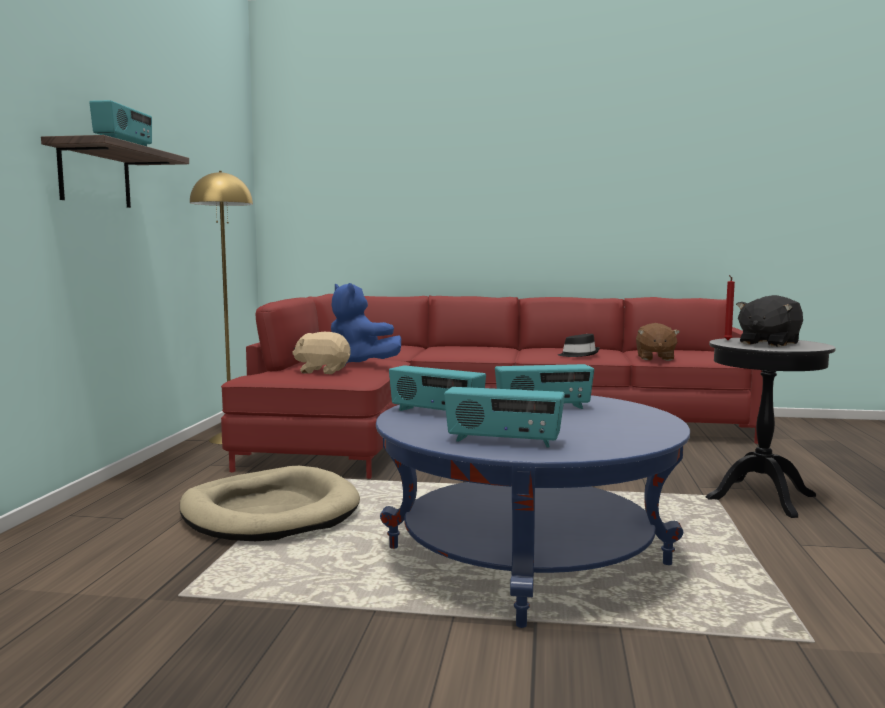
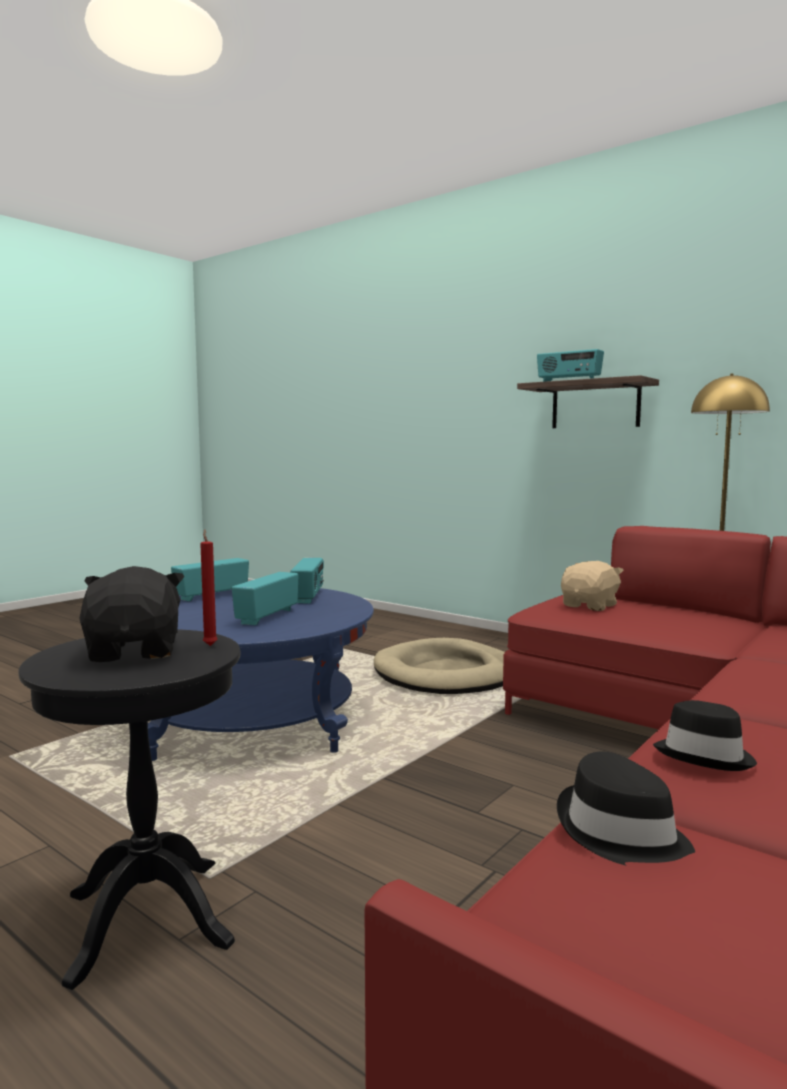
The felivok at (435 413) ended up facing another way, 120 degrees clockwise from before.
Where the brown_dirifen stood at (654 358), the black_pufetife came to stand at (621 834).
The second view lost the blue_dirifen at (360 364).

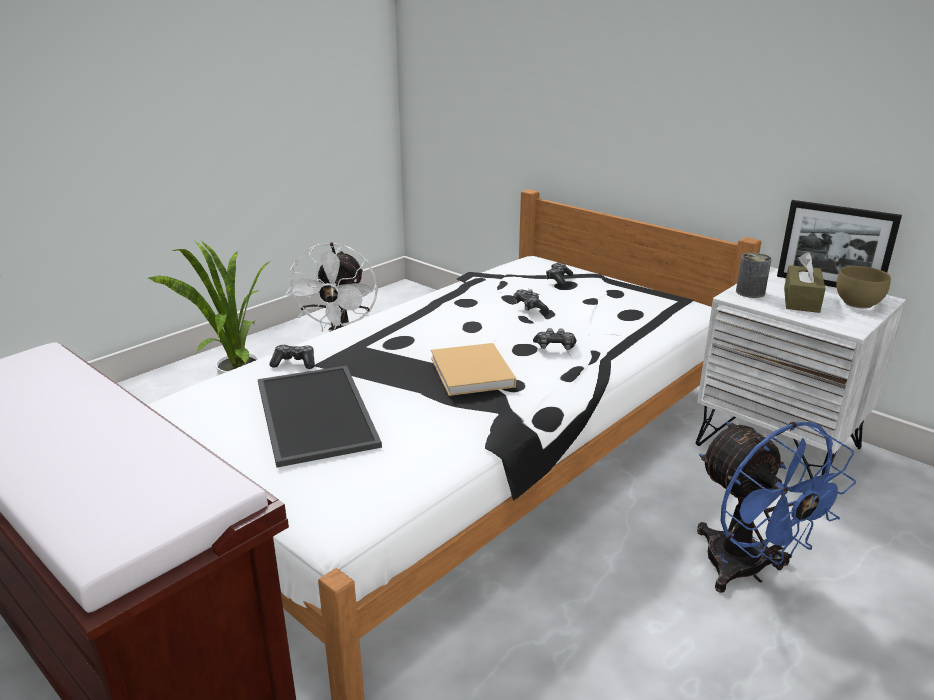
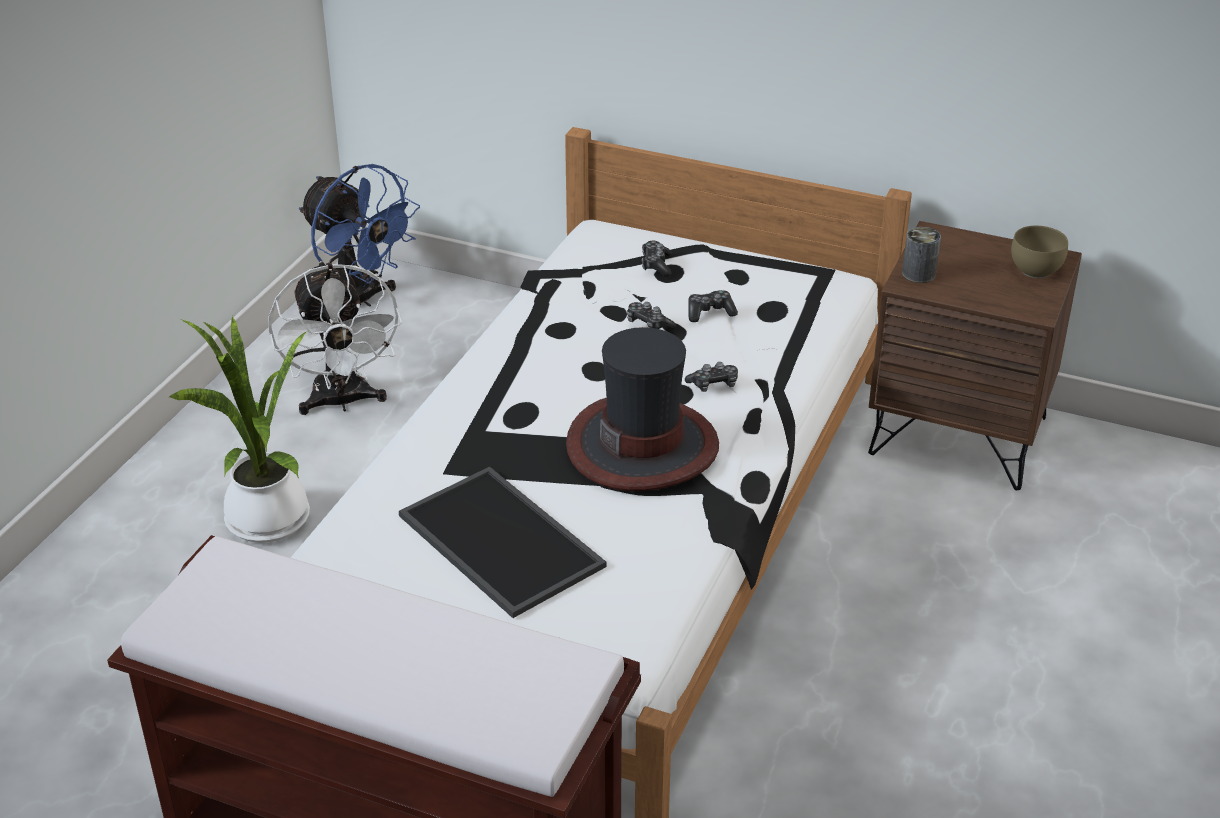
The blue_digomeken ended up elsewhere, having gone from (747 571) to (360 301).
Where the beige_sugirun stood at (472 373), the pufetife came to stand at (643 445).
The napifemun ended up elsewhere, having gone from (294 363) to (710 312).
What was the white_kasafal at (778 446) turned into the brown_kasafal at (959 435).
The second view lost the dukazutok at (827 285).
The second view lost the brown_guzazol at (801 300).

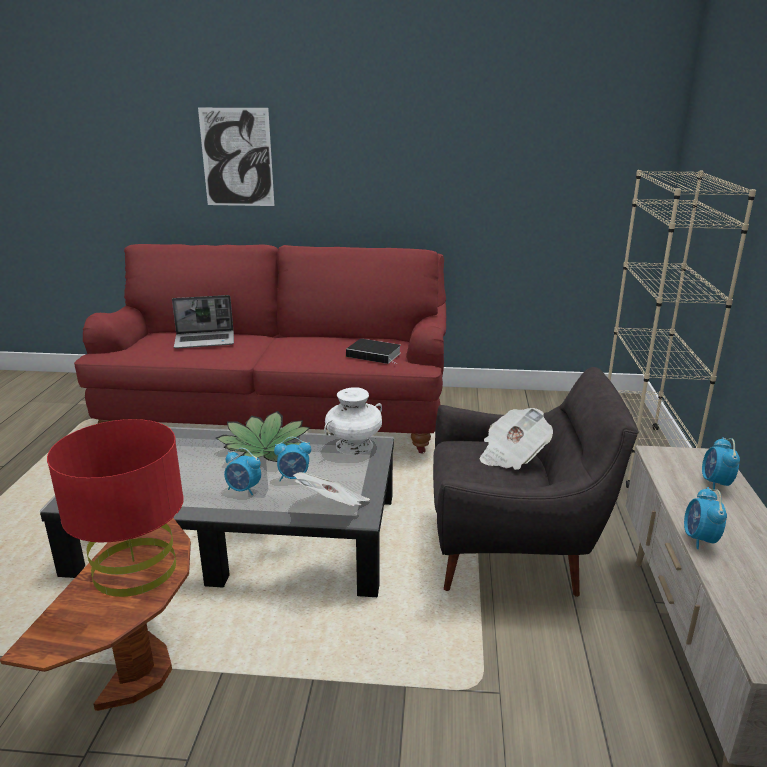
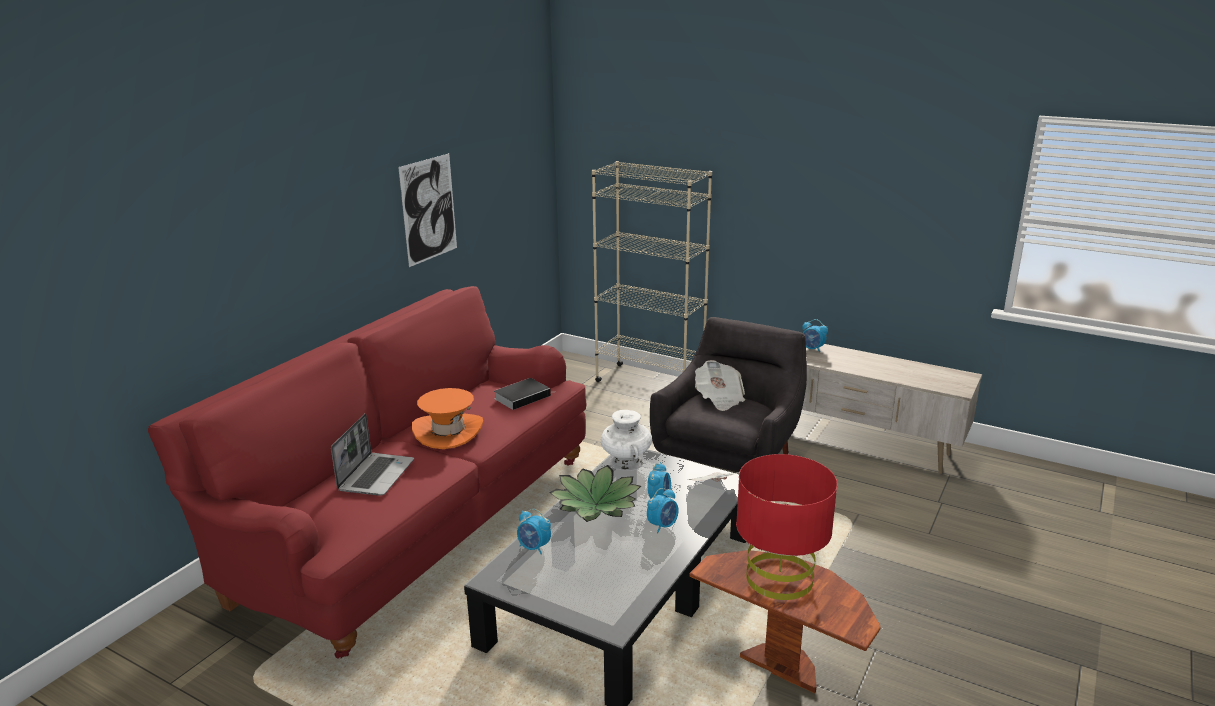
The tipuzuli ended up elsewhere, having gone from (237 157) to (429 209).
The second view gained the orange_pufetife at (448 431).
The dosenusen ended up elsewhere, having gone from (699 539) to (534 548).

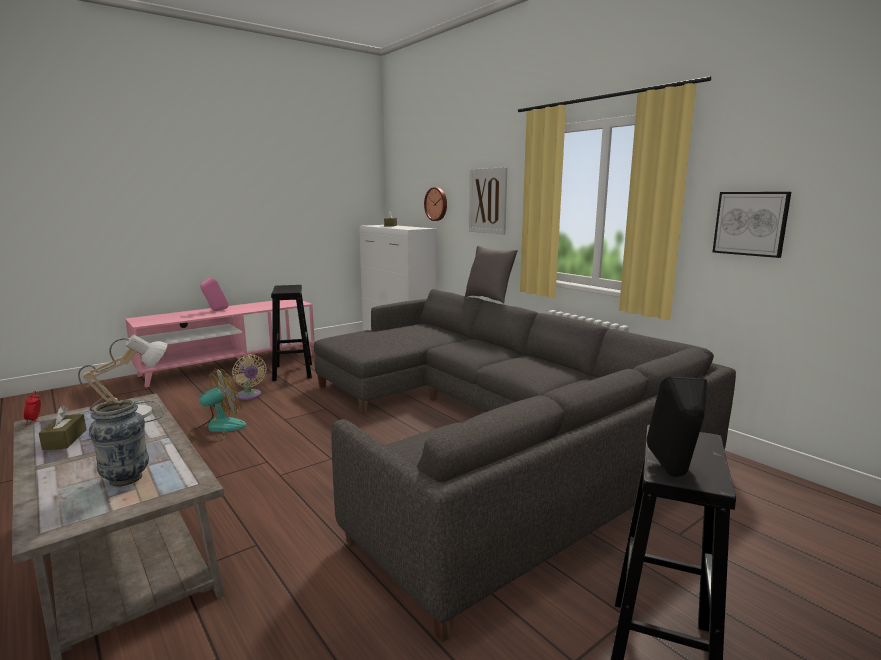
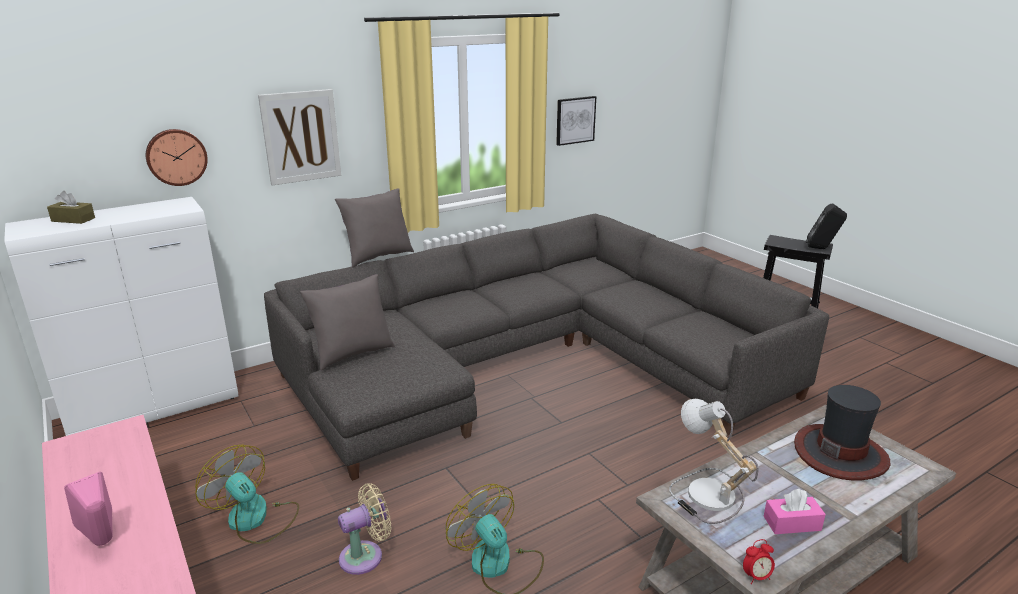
Where the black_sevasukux stood at (293 371), the digomeken came to stand at (255 520).
The second view gained the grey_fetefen at (352 354).
What was the brown_guzazol at (65 439) turned into the pink_guzazol at (792 523).
Where the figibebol stood at (126 479), the pufetife came to stand at (840 453).

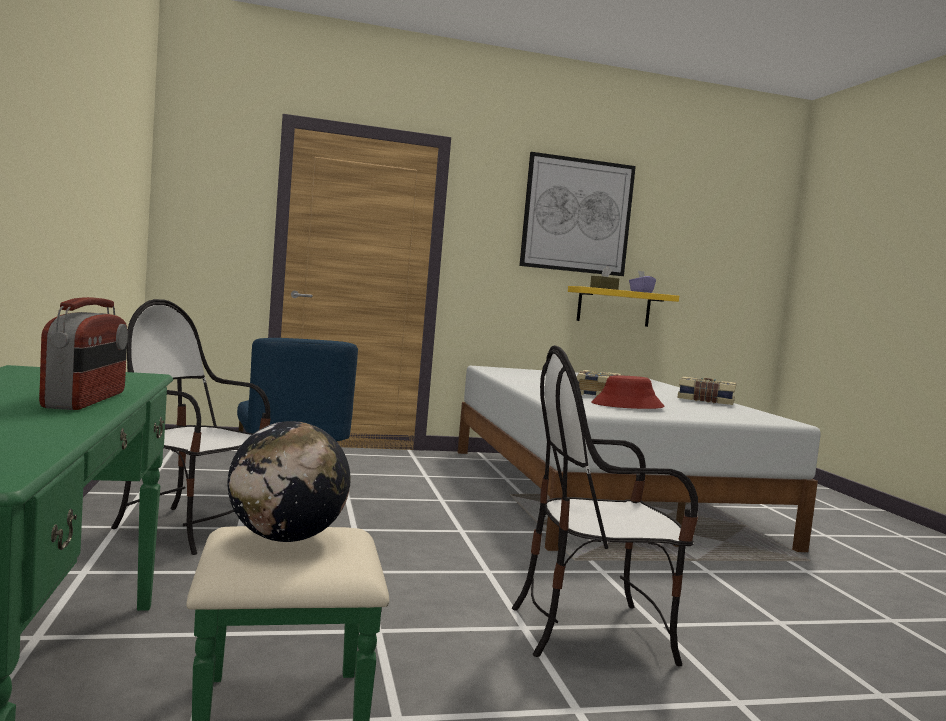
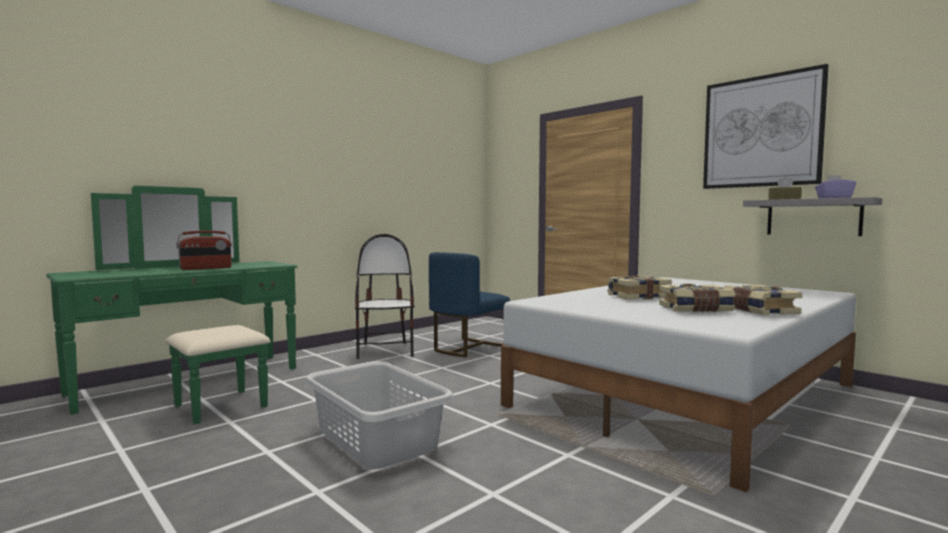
Where the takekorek stood at (593 632), the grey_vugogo came to stand at (377 438).
The second view gained the sugirun at (696 309).
What was the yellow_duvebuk at (614 307) turned into the grey_duvebuk at (813 217).
The second view lost the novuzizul at (285 538).
The second view lost the red_pufetife at (627 406).

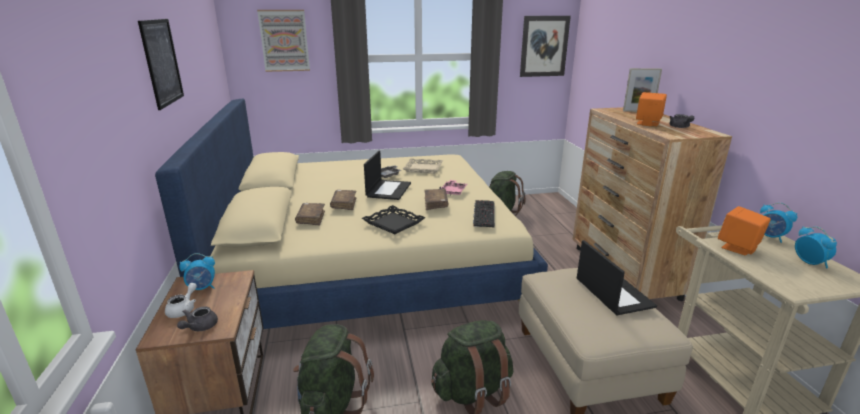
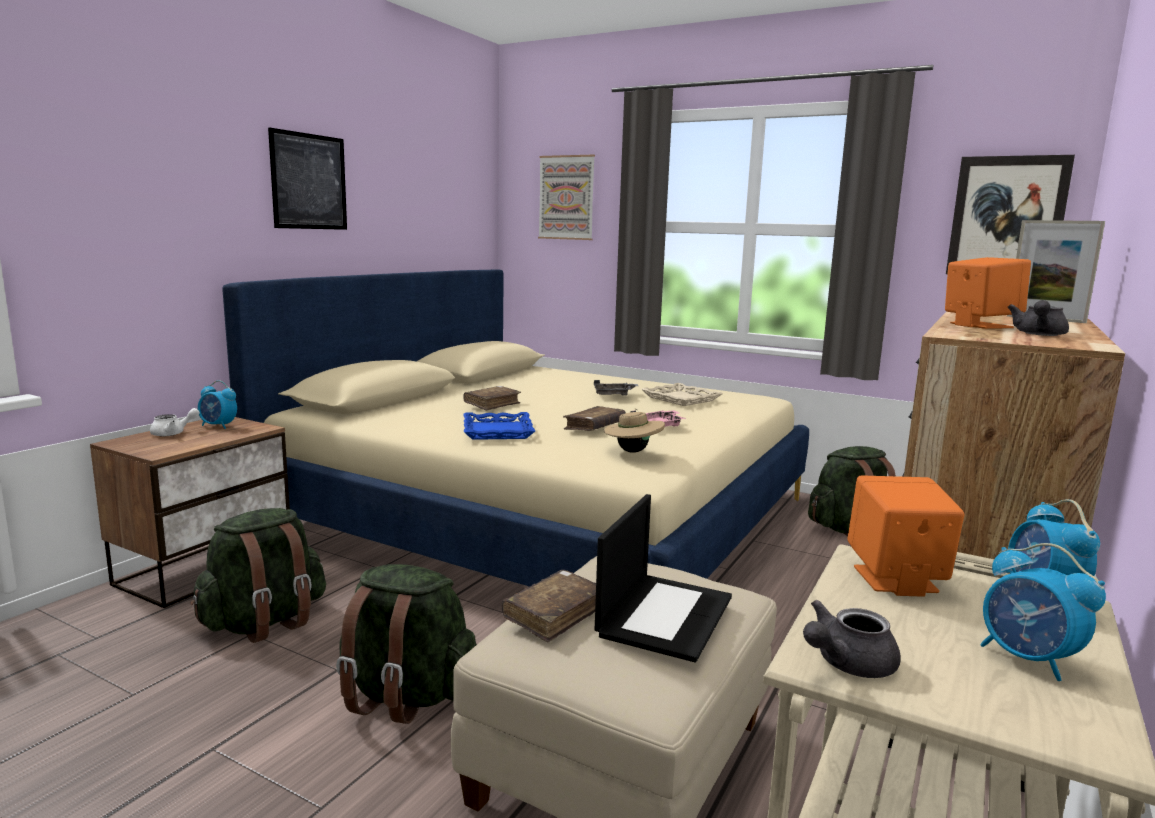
What was the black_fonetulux at (393 223) turned into the blue_fonetulux at (497 431).
The brown_sugirun ended up elsewhere, having gone from (311 218) to (554 615).
Where the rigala stood at (483 213), the beige_pufetife came to stand at (632 451).
The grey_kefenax ended up elsewhere, having gone from (199 327) to (846 664).
The dosenusen at (810 262) ended up facing another way, 120 degrees clockwise from before.
The second view lost the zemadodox at (388 190).

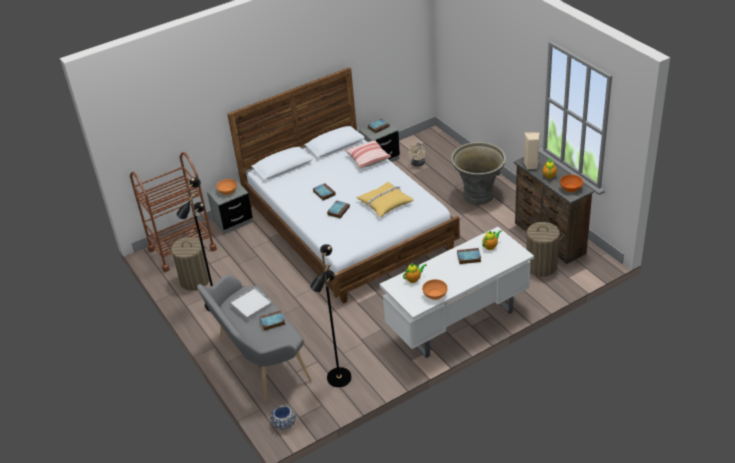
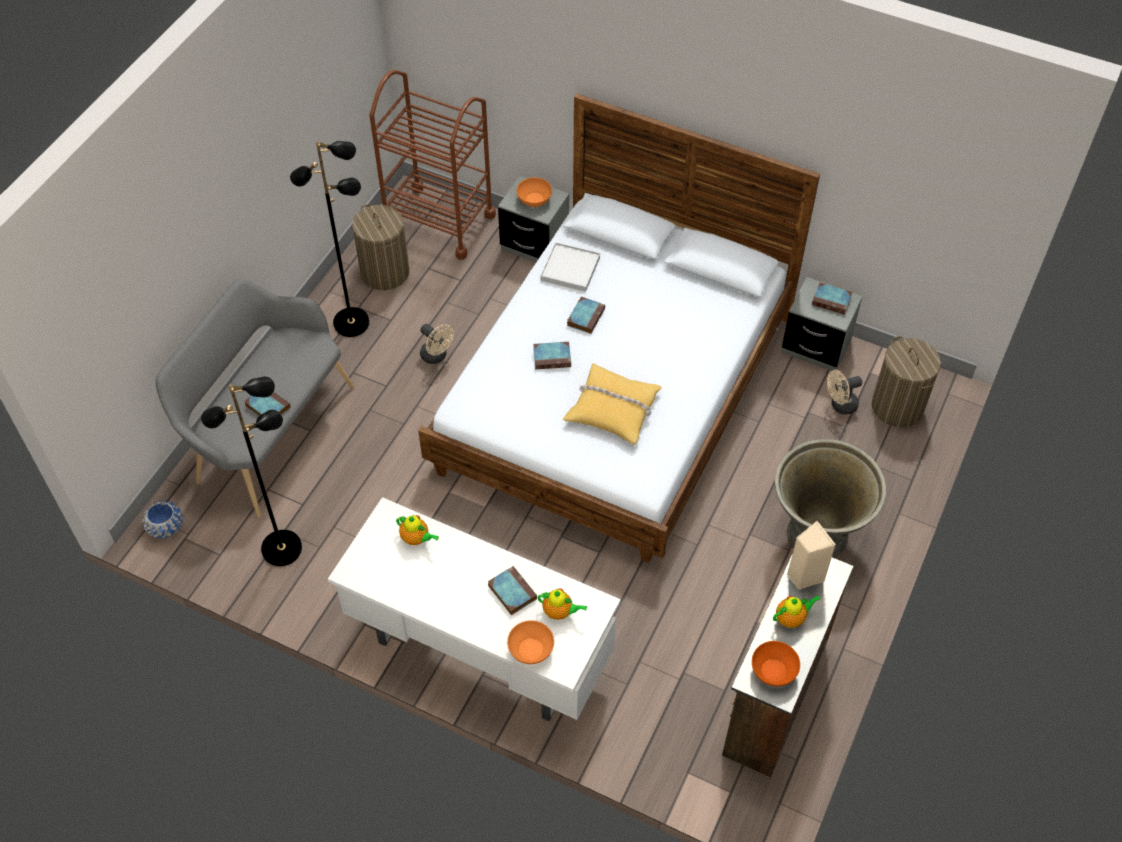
The second view gained the beige_digomeken at (436 356).
The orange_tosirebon ended up elsewhere, having gone from (435 295) to (530 649).
The white_fonetulux ended up elsewhere, having gone from (251 305) to (570 269).
The vugogo ended up elsewhere, having gone from (541 266) to (897 406).
The second view lost the fetefen at (367 159).

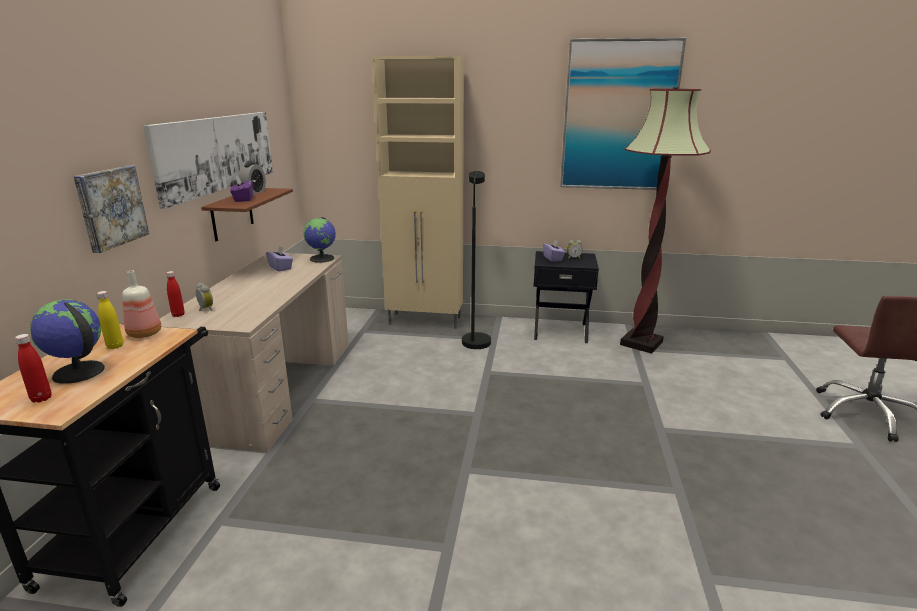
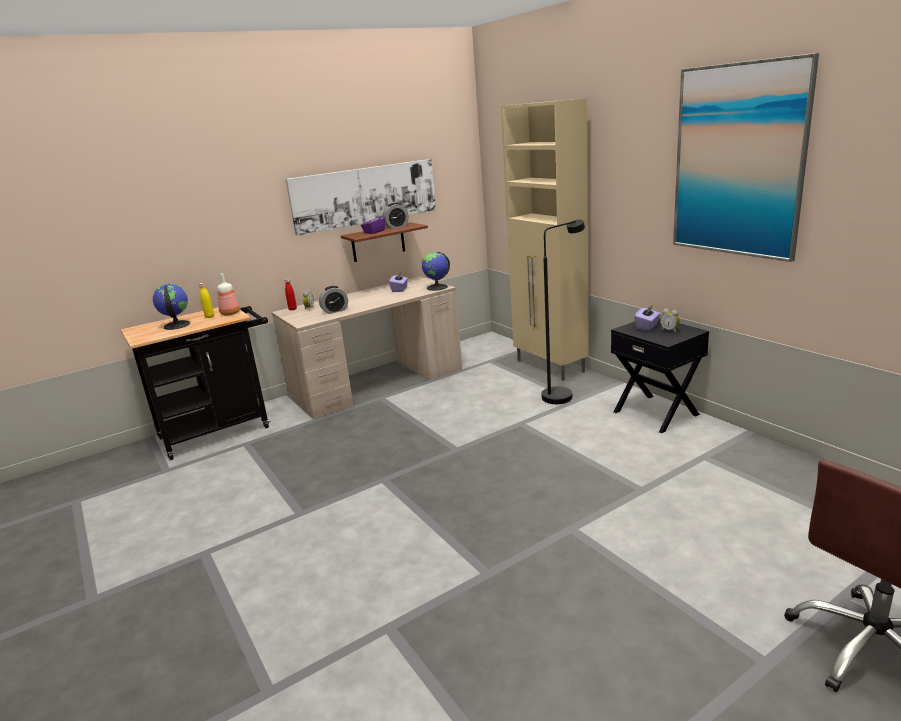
The second view gained the dosenusen at (335 311).
The second view lost the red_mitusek at (41 398).
The second view lost the tipuzuli at (110 207).
The second view lost the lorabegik at (641 343).

